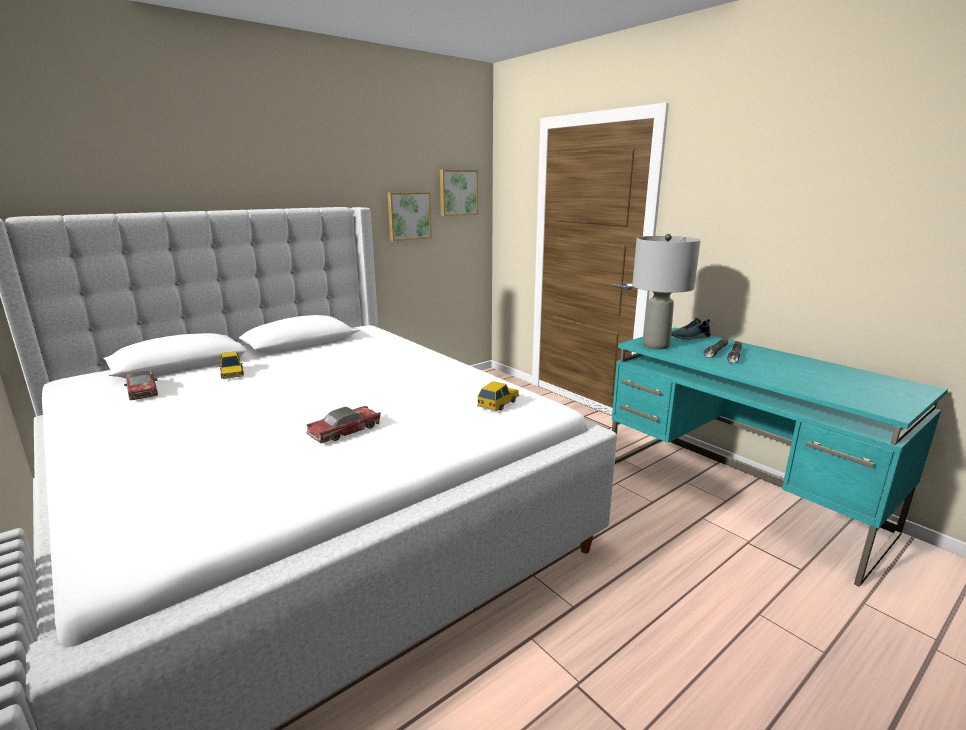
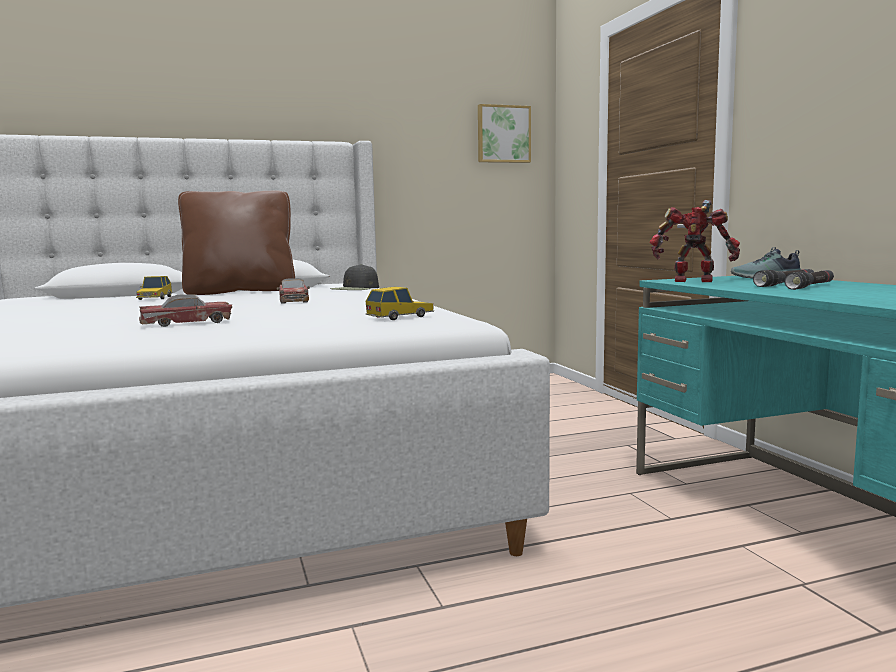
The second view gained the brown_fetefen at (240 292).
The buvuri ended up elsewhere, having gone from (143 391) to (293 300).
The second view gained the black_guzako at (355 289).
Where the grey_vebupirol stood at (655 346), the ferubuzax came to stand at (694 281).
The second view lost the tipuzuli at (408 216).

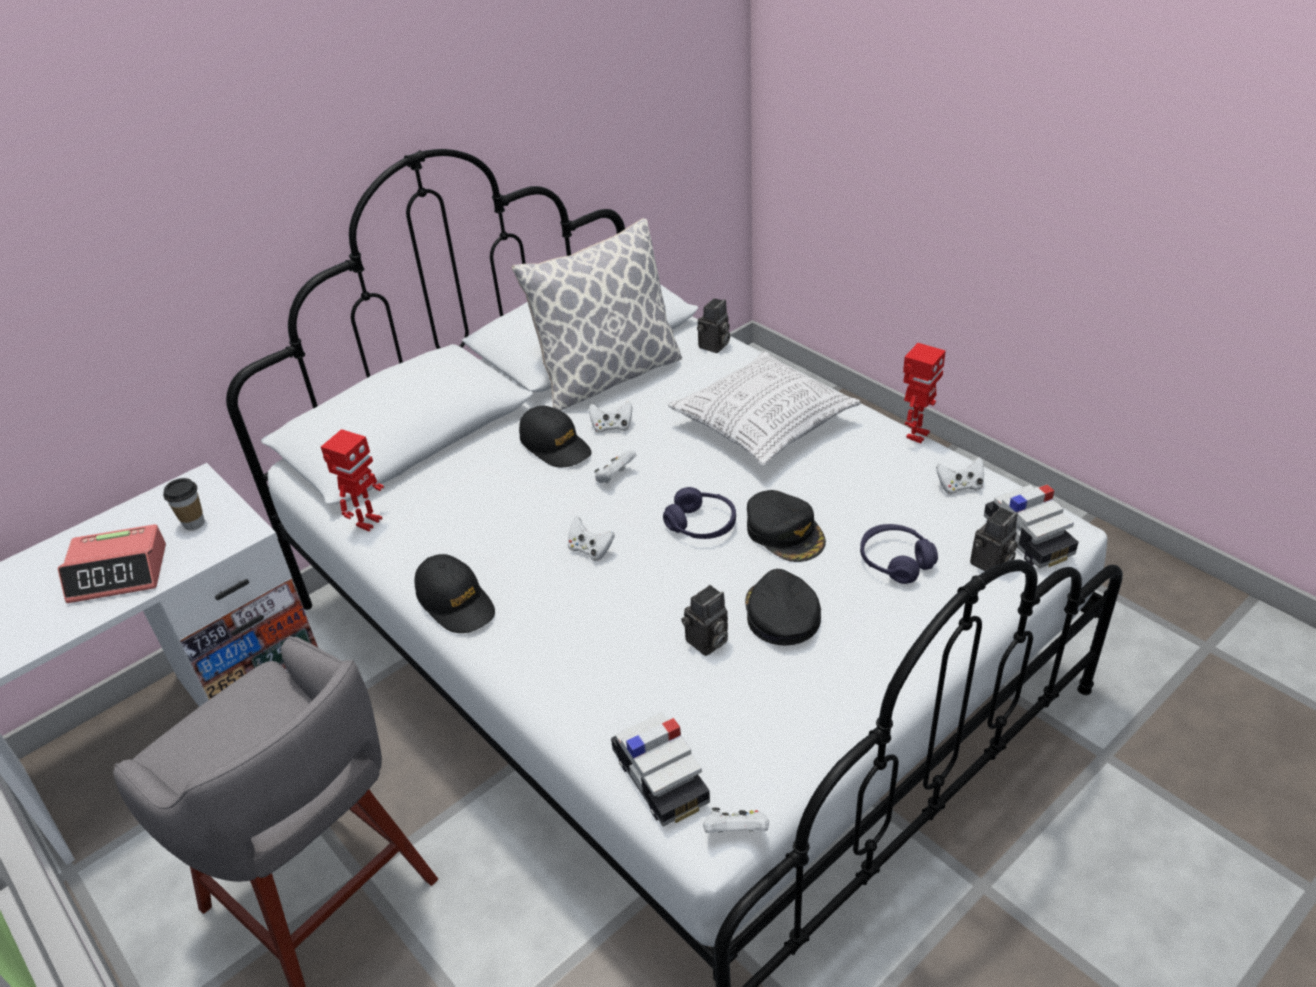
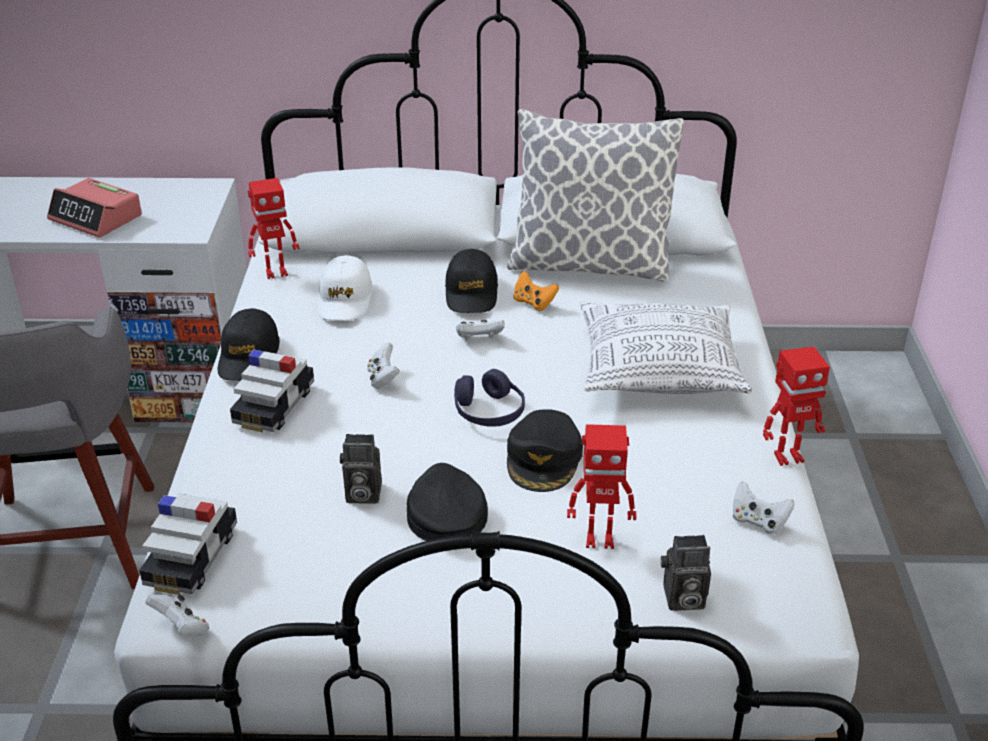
The buvuri ended up elsewhere, having gone from (1028 539) to (274 406).
The second view gained the white_guzako at (345 300).
The black_guzako at (781 614) ended up facing another way, 45 degrees counterclockwise from before.
What was the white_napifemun at (612 427) turned into the orange_napifemun at (533 303).
Where the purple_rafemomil stood at (895 561), the ferubuzax came to stand at (599 539).
The second view lost the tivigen at (194 523).
The second view lost the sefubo at (714 346).

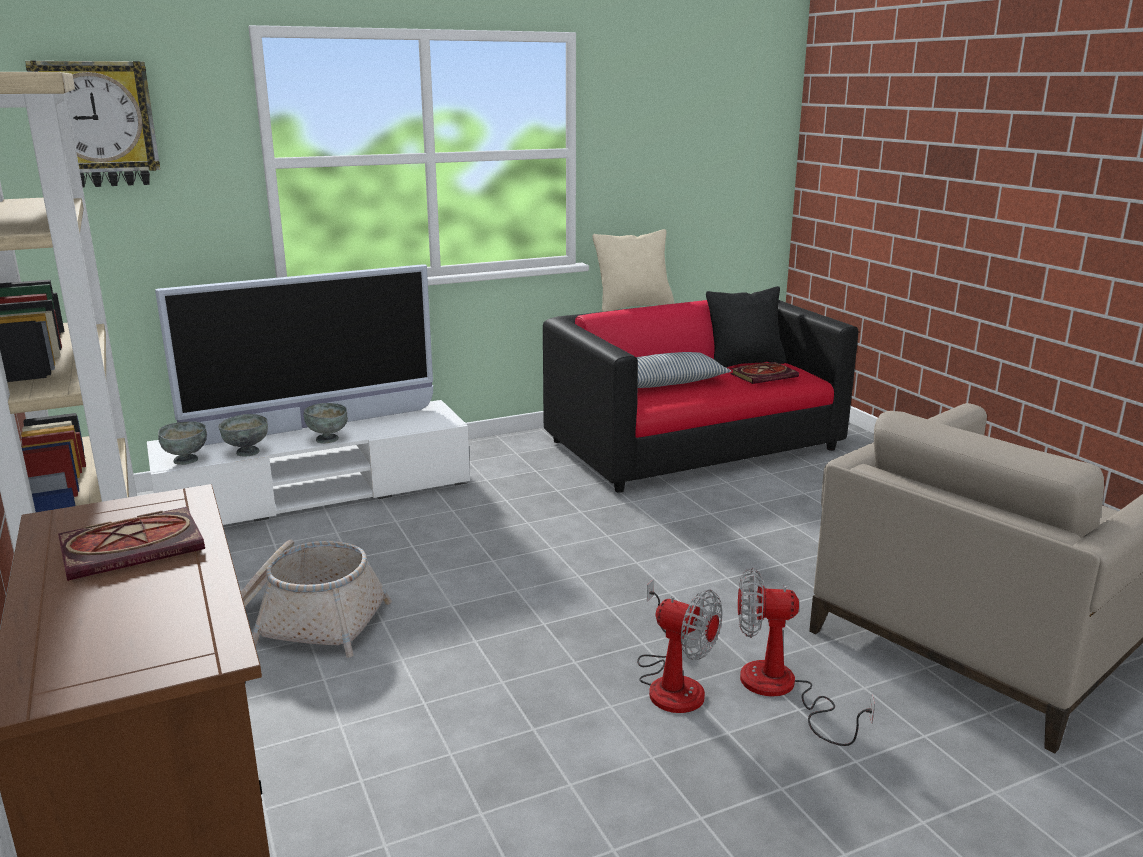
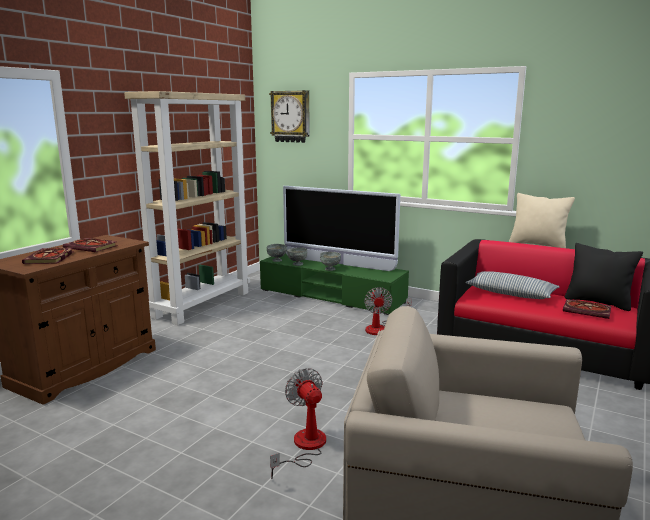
The second view gained the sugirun at (50 258).
What was the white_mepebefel at (317 493) turned into the green_mepebefel at (331 296).
The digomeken ended up elsewhere, having gone from (672 682) to (382 328).
The second view lost the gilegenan at (305 621).

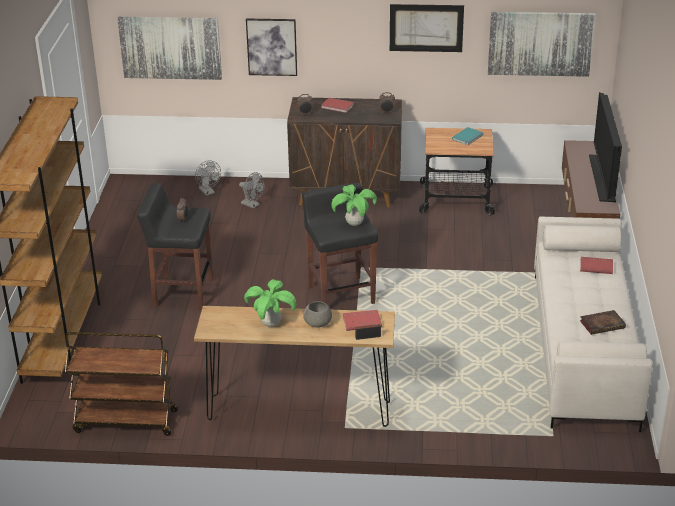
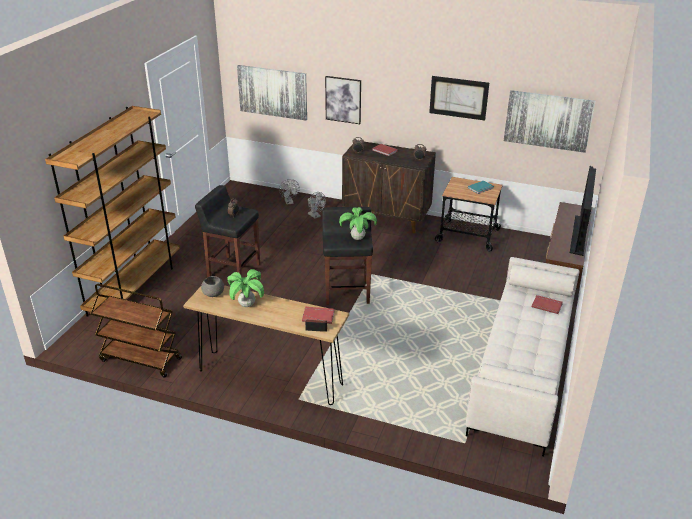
The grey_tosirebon ended up elsewhere, having gone from (318 323) to (213 294).
The second view lost the sugirun at (603 324).

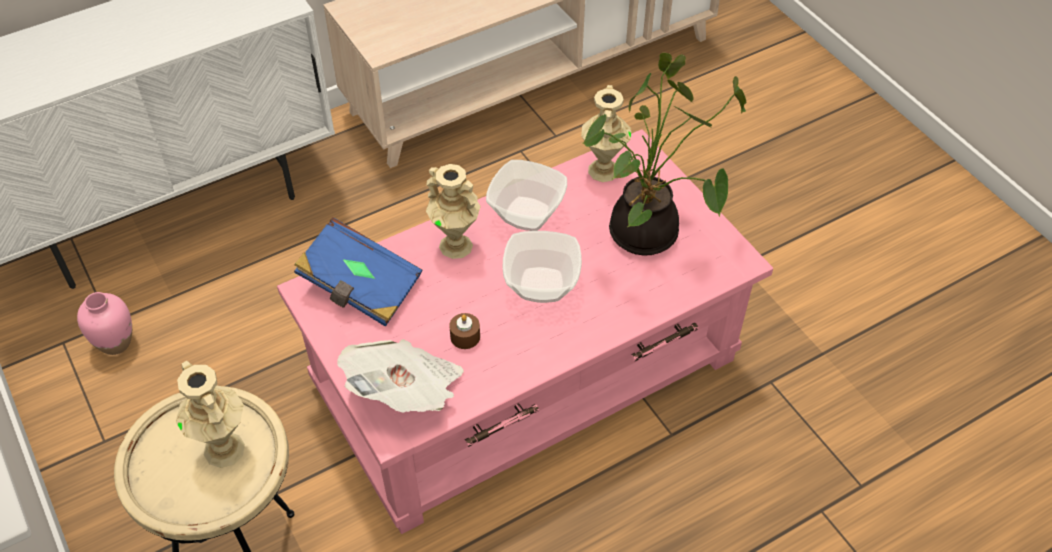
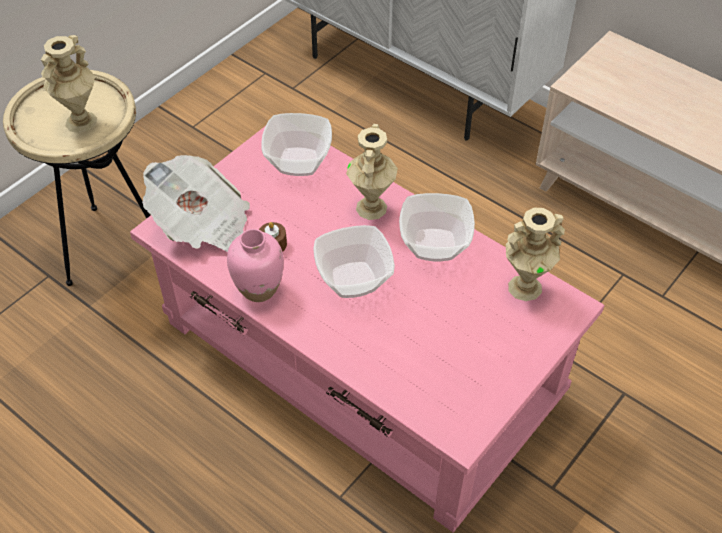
The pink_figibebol ended up elsewhere, having gone from (115 342) to (259 288).
Where the blue_sugirun stood at (360 287), the tosirebon came to stand at (297 163).
The second view lost the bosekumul at (648 236).

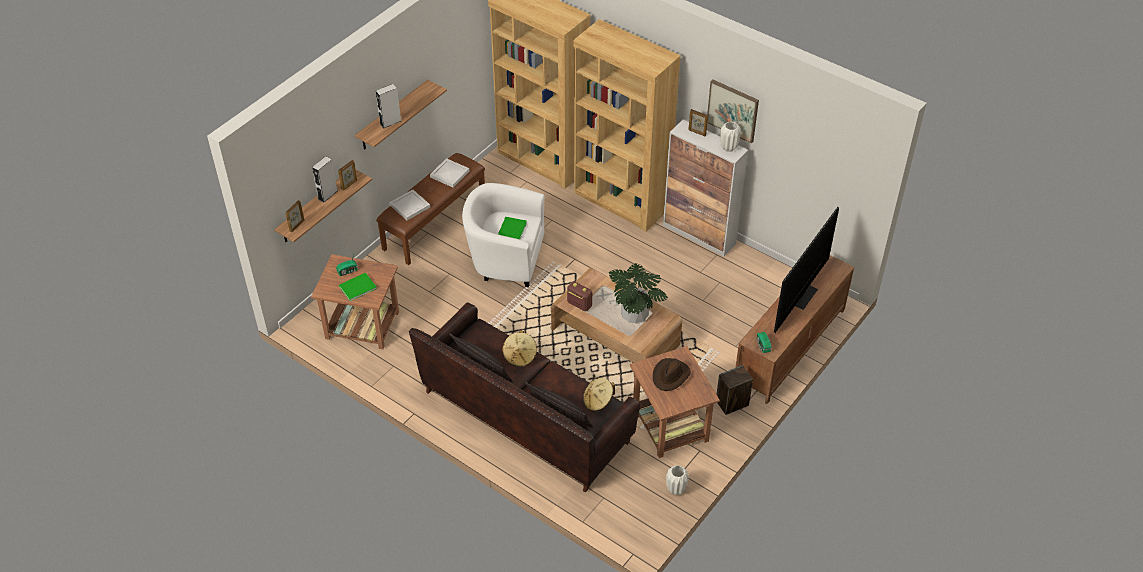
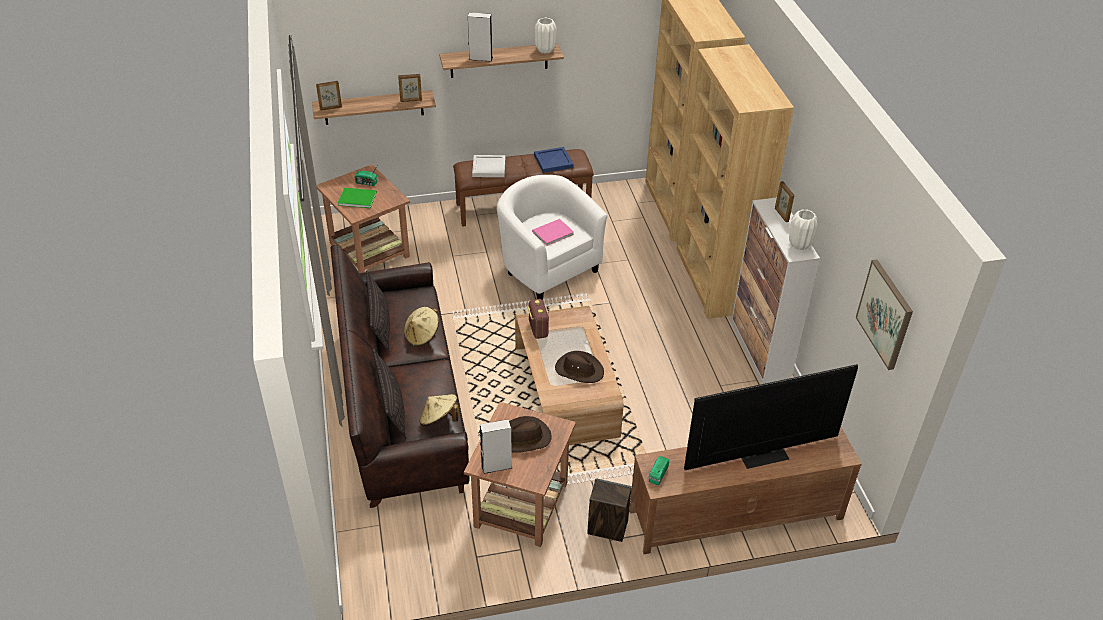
The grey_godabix ended up elsewhere, having gone from (327 195) to (496 466).
What was the green_sugirun at (511 230) turned into the pink_sugirun at (551 233).
What was the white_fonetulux at (449 173) turned into the blue_fonetulux at (553 161).
The white_figibebol ended up elsewhere, having gone from (675 489) to (545 50).
Where the bosekumul stood at (634 314), the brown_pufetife came to stand at (579 370).
The tipuzuli ended up elsewhere, having gone from (733 110) to (885 314).

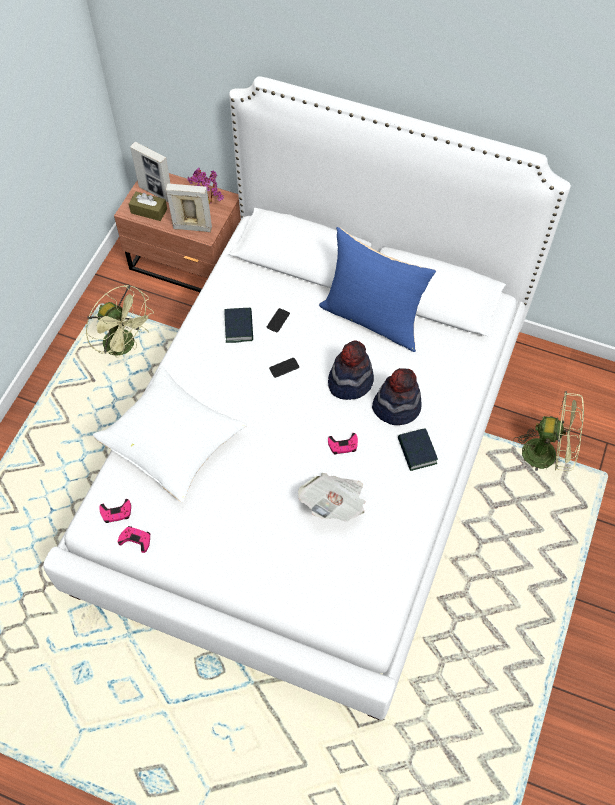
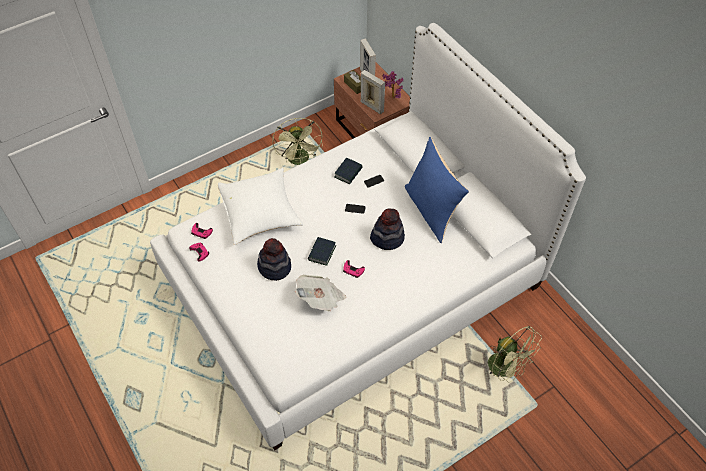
The pufetife ended up elsewhere, having gone from (396 407) to (274 267).
The sugirun ended up elsewhere, having gone from (417 452) to (322 253).

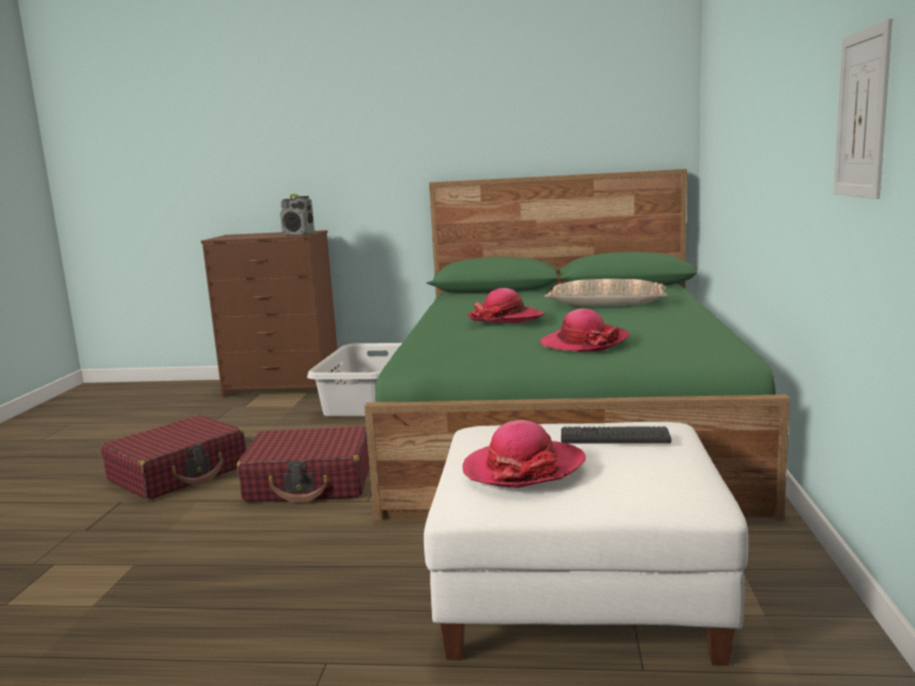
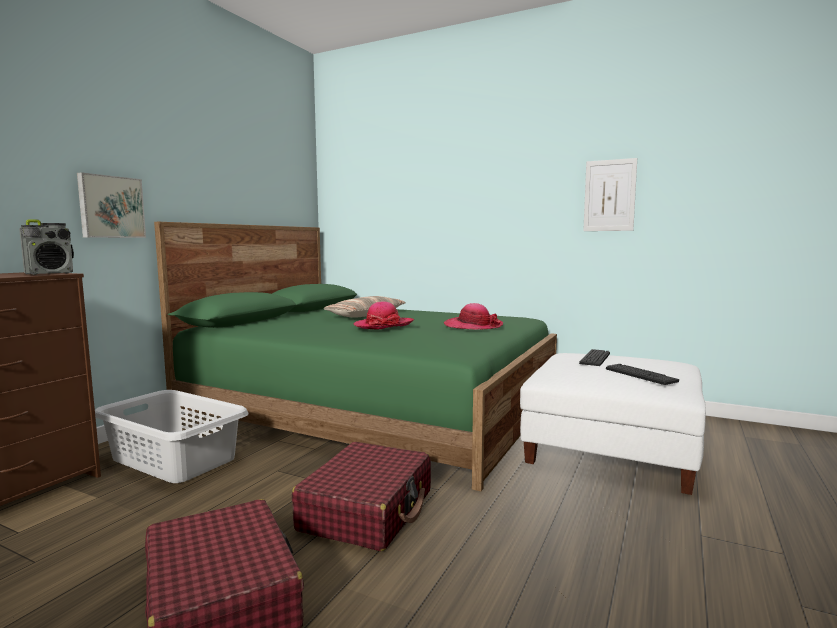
The second view gained the tipuzuli at (111 207).
Where the pufetife stood at (523 468), the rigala came to stand at (640 375).

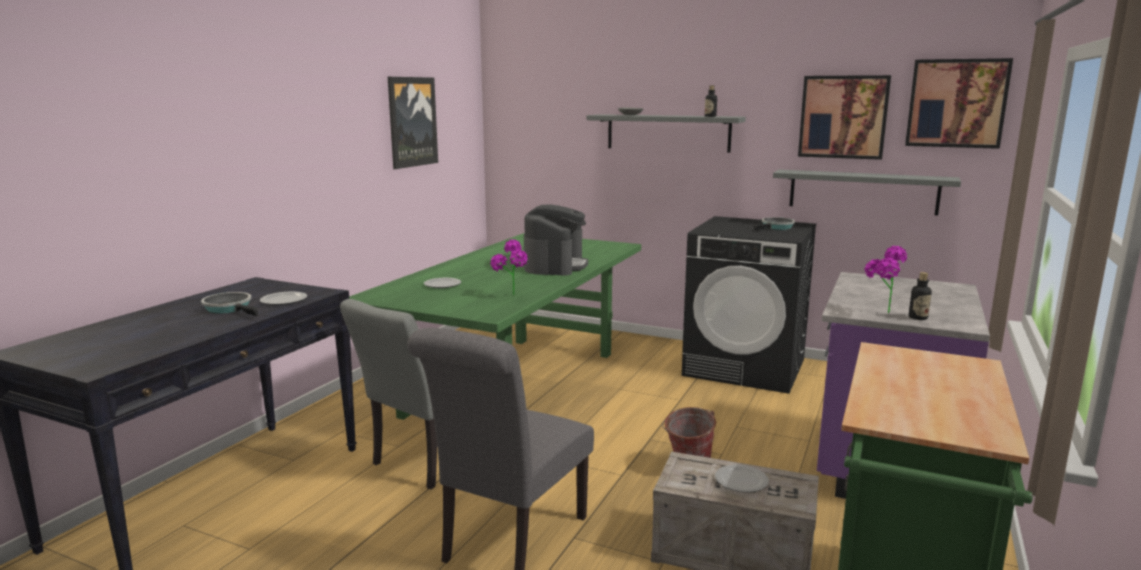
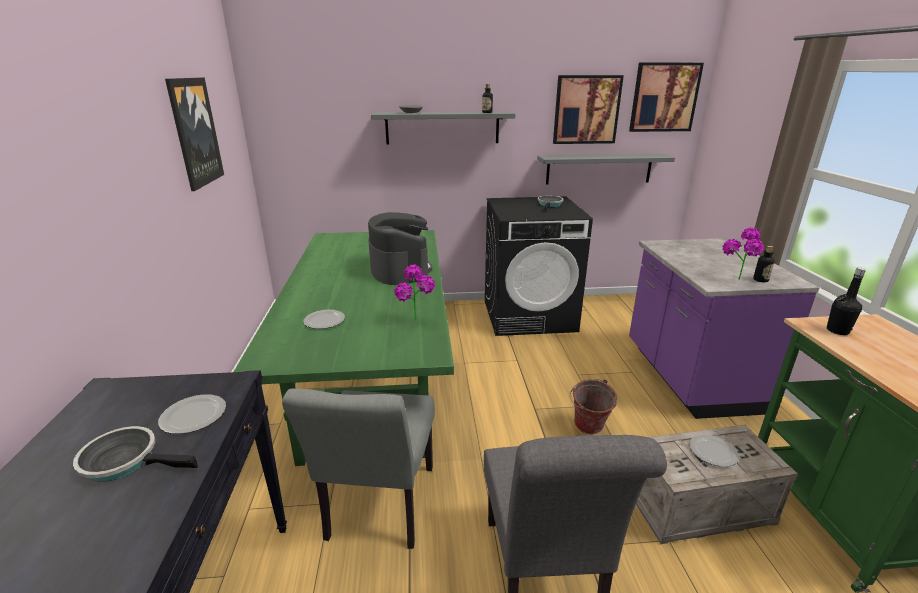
The second view gained the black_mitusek at (837 331).

